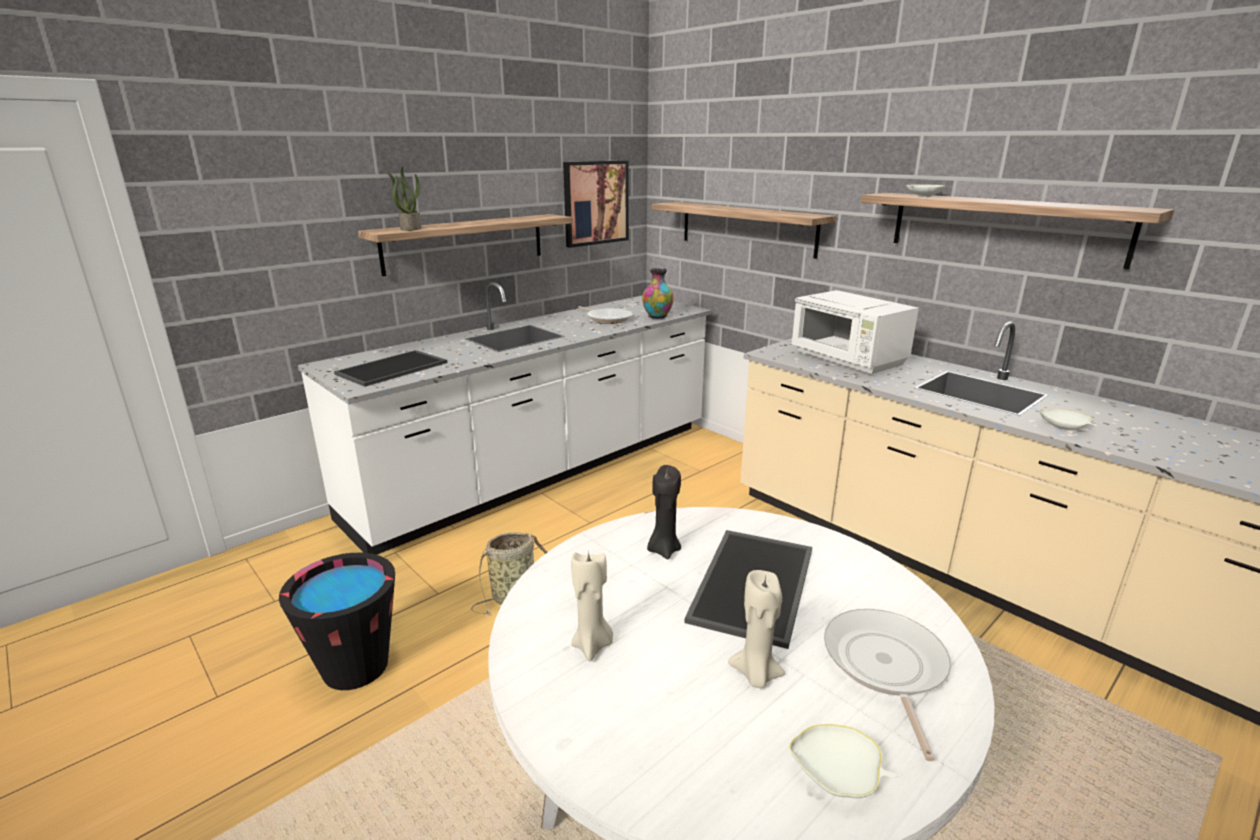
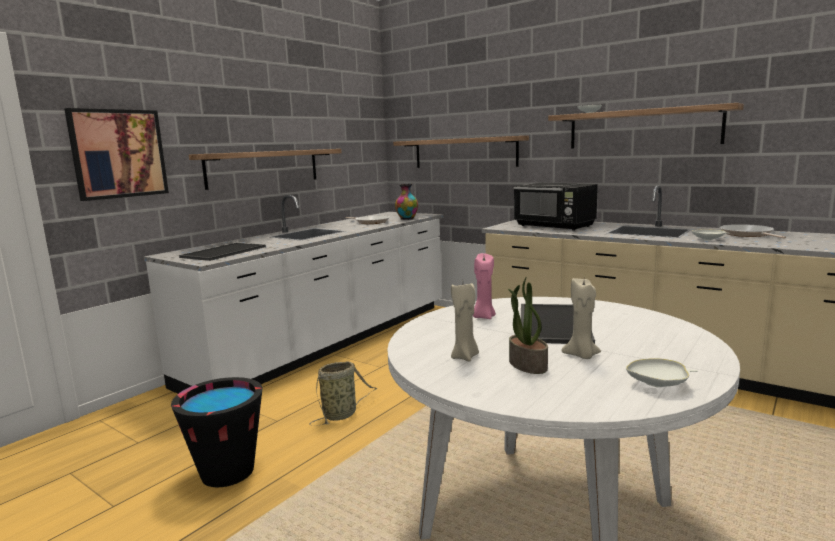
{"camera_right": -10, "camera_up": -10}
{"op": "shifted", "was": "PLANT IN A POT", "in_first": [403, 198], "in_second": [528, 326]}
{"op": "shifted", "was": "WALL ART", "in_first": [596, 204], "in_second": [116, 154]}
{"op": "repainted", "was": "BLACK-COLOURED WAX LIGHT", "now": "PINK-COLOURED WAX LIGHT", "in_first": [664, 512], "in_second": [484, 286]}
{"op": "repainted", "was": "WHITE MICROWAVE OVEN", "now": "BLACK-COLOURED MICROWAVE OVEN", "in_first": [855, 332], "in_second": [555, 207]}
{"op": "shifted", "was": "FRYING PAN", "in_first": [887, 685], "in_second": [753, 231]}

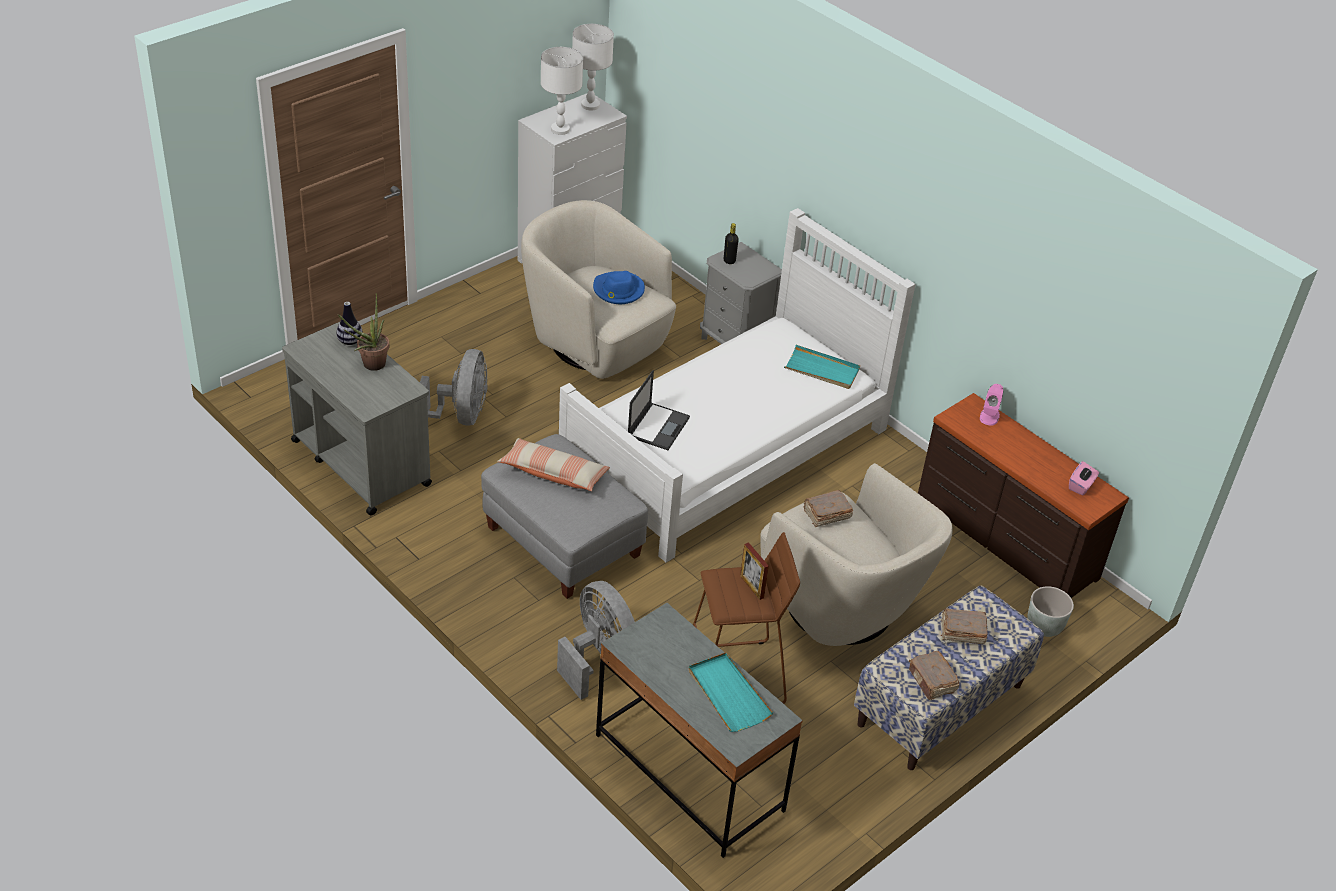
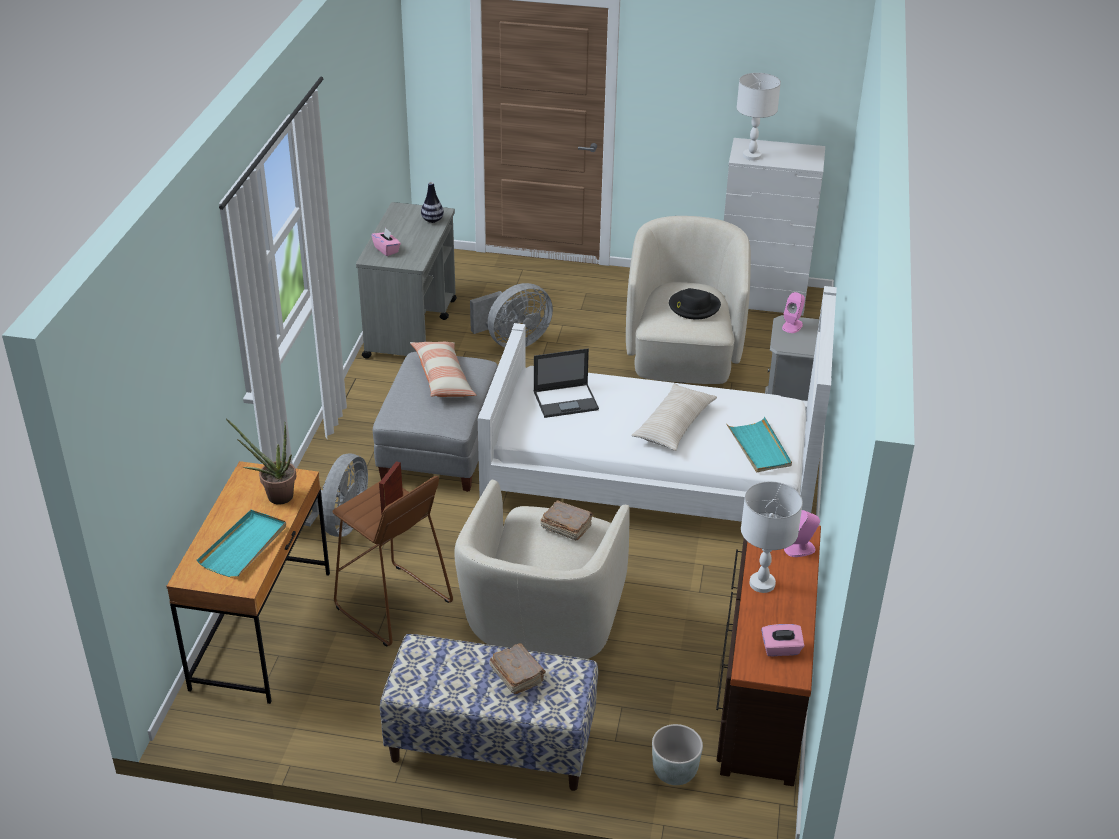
{"camera_right": 55, "camera_up": -5}
{"op": "shifted", "was": "PLANT IN A POT", "in_first": [364, 332], "in_second": [261, 461]}
{"op": "shifted", "was": "WHITE LAMP FOR A TABLE", "in_first": [593, 67], "in_second": [772, 537]}
{"op": "repainted", "was": "BLUISH WEARABLE HAT", "now": "BLACK-COLOURED WEARABLE HAT", "in_first": [619, 287], "in_second": [695, 304]}
{"op": "repainted", "was": "GREY DESK TABLE", "now": "BROWN DESK TABLE", "in_first": [699, 730], "in_second": [248, 582]}
{"op": "swapped", "was": "BLACK-COLOURED DRINK BOTTLE", "now": "PINK-COLOURED SPEAKER", "in_first": [731, 243], "in_second": [793, 312]}
{"op": "gone", "was": "BROWN BOOK", "in_first": [934, 675]}
{"op": "new", "now": "PINK-COLOURED BOX OF TISSUES", "in_second": [386, 242]}
{"op": "new", "now": "SAND-COLOURED THROW PILLOW", "in_second": [674, 417]}

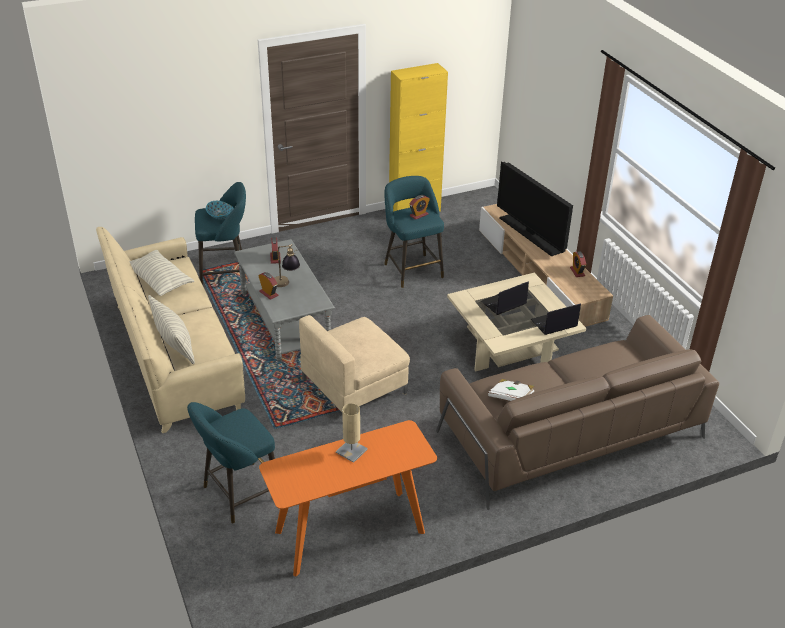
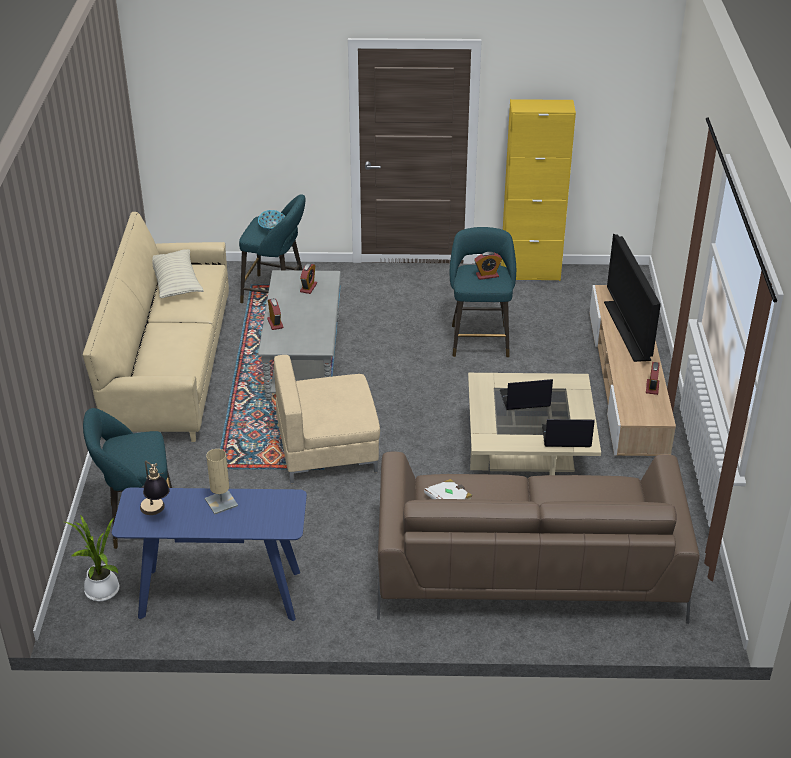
{"camera_right": 25, "camera_up": 0}
{"op": "gone", "was": "THROW PILLOW", "in_first": [171, 329]}
{"op": "repainted", "was": "ORANGEY CONSOLE TABLE", "now": "BLUISH CONSOLE TABLE", "in_first": [348, 498], "in_second": [209, 554]}
{"op": "shifted", "was": "LAMP FOR A TABLE", "in_first": [287, 265], "in_second": [155, 488]}
{"op": "new", "now": "PLANT IN A POT", "in_second": [92, 558]}

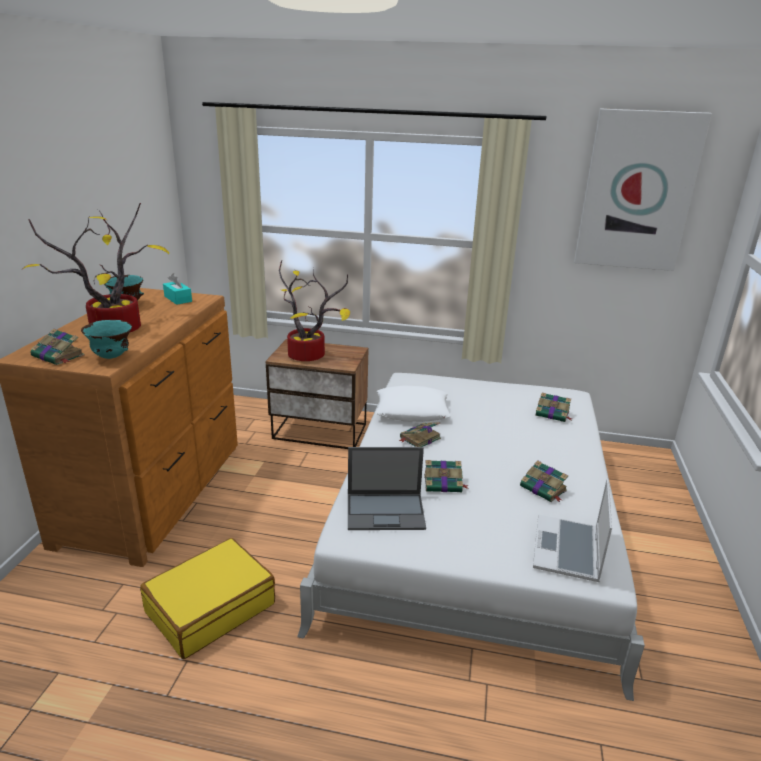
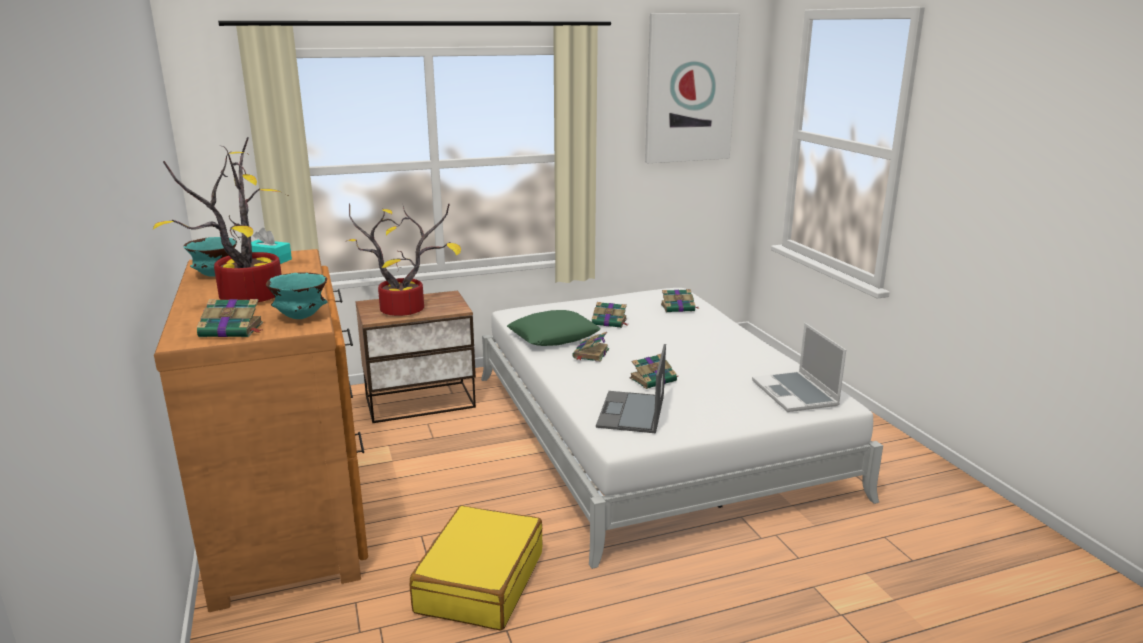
{"camera_right": -30, "camera_up": -5}
{"op": "rotated", "was": "PORTABLE COMPUTER", "in_first": [387, 488], "in_second": [631, 388], "clockwise": 135}
{"op": "repainted", "was": "WHITE THROW PILLOW", "now": "GREEN THROW PILLOW", "in_first": [413, 403], "in_second": [554, 328]}
{"op": "shifted", "was": "BOOK", "in_first": [544, 481], "in_second": [610, 315]}

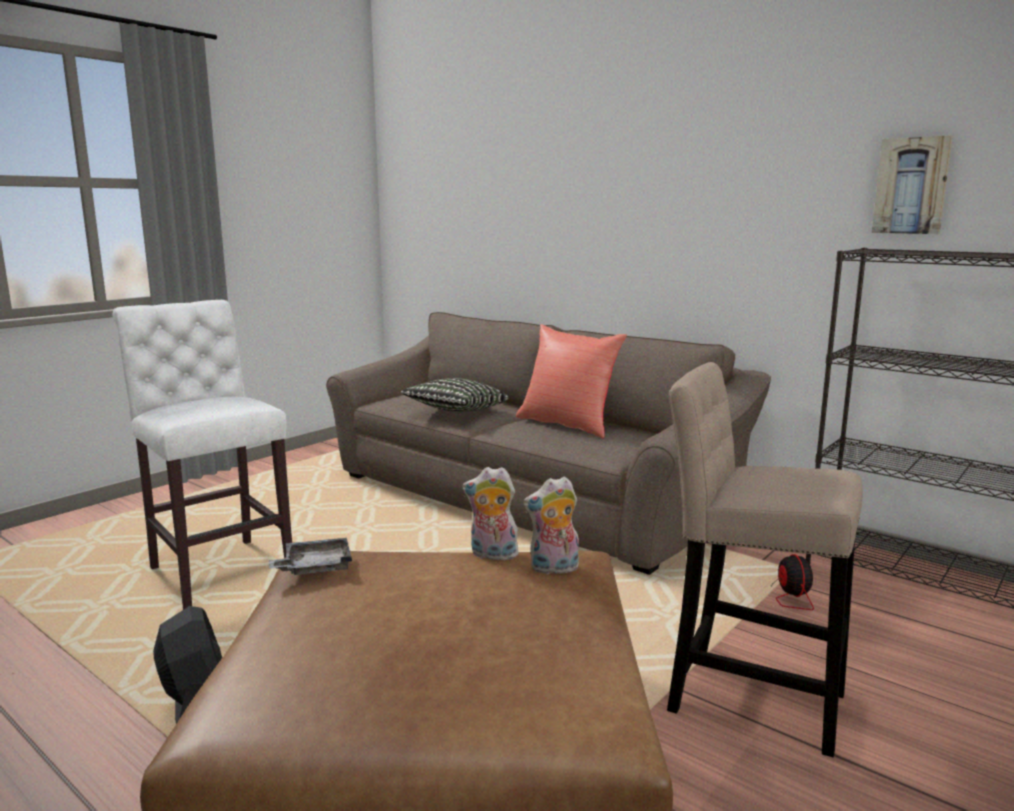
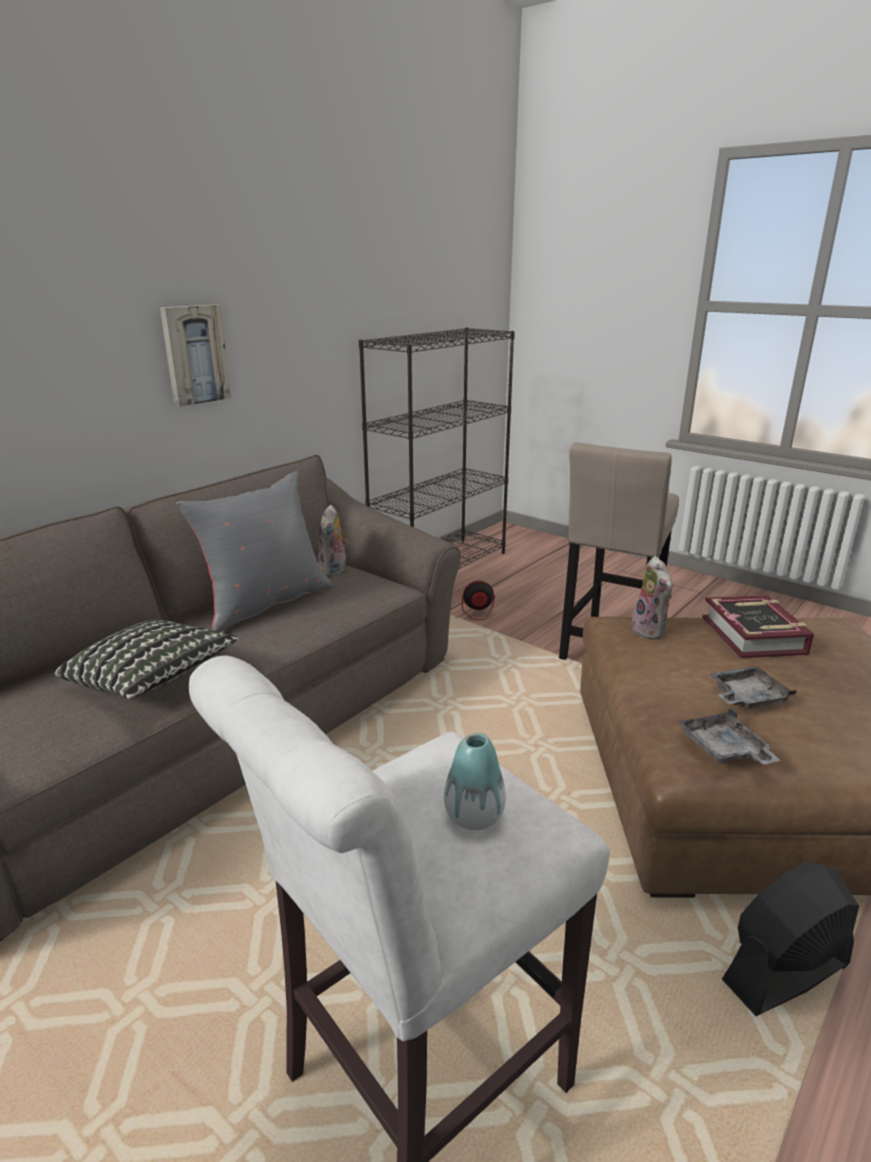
{"camera_right": -90, "camera_up": 10}
{"op": "shifted", "was": "CUDDLY TOY", "in_first": [491, 513], "in_second": [333, 541]}
{"op": "repainted", "was": "RED-COLOURED THROW PILLOW", "now": "GREY THROW PILLOW", "in_first": [571, 381], "in_second": [254, 551]}
{"op": "shifted", "was": "WALL ART", "in_first": [912, 184], "in_second": [195, 355]}
{"op": "new", "now": "DECORATIVE VASE", "in_second": [475, 781]}
{"op": "new", "now": "BOOK", "in_second": [758, 626]}
{"op": "new", "now": "GREY SERVING TRAY", "in_second": [753, 687]}

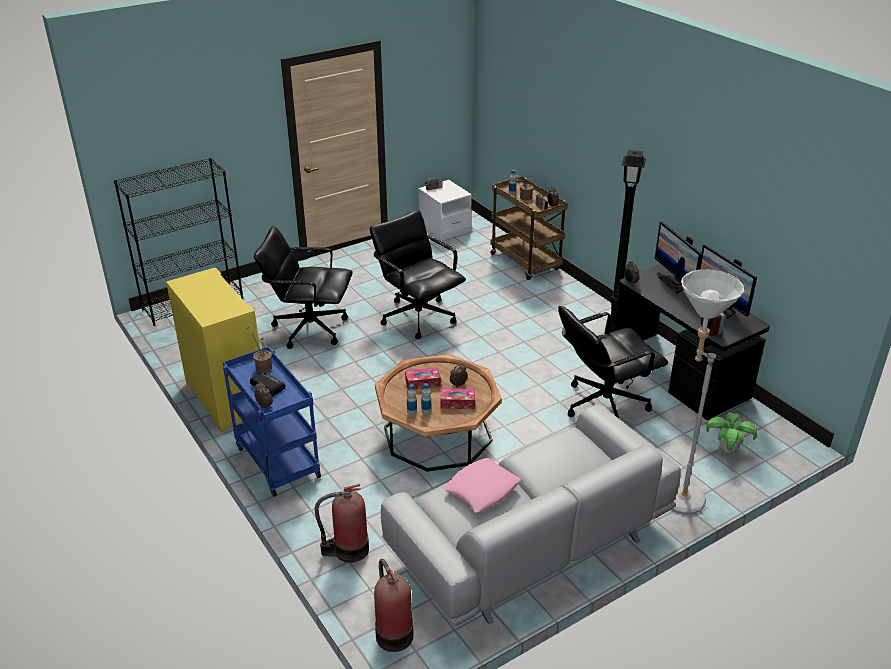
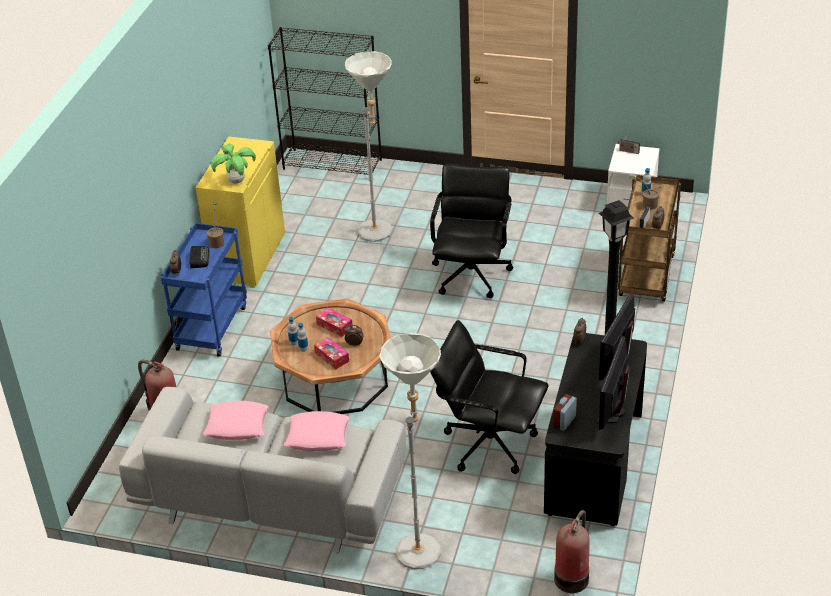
{"camera_right": 50, "camera_up": 5}
{"op": "swapped", "was": "BLACK-COLOURED COMPUTER CHAIR", "now": "GREY FLOOR LAMP", "in_first": [303, 287], "in_second": [368, 146]}
{"op": "shifted", "was": "FIRE EXTINGUISHER", "in_first": [393, 605], "in_second": [572, 551]}
{"op": "shifted", "was": "PLANT IN A POT", "in_first": [731, 433], "in_second": [233, 163]}
{"op": "new", "now": "PINK-COLOURED THROW PILLOW", "in_second": [317, 431]}

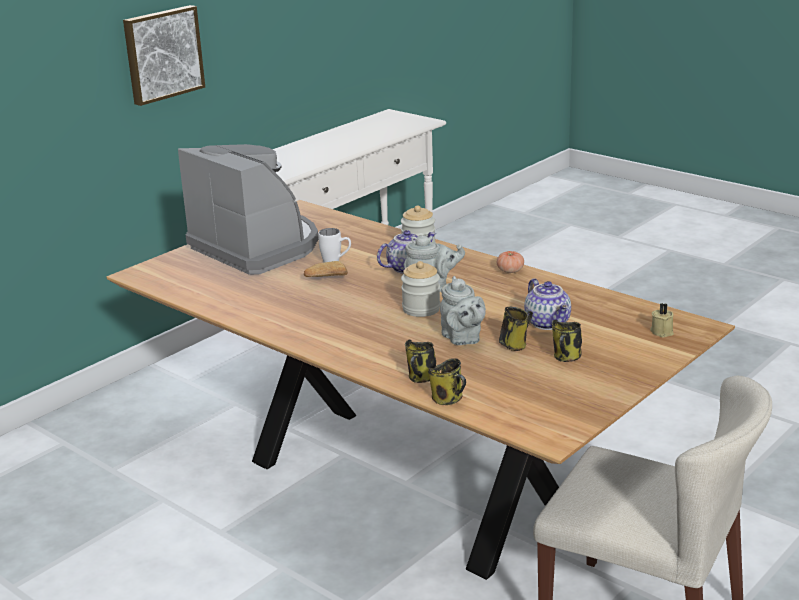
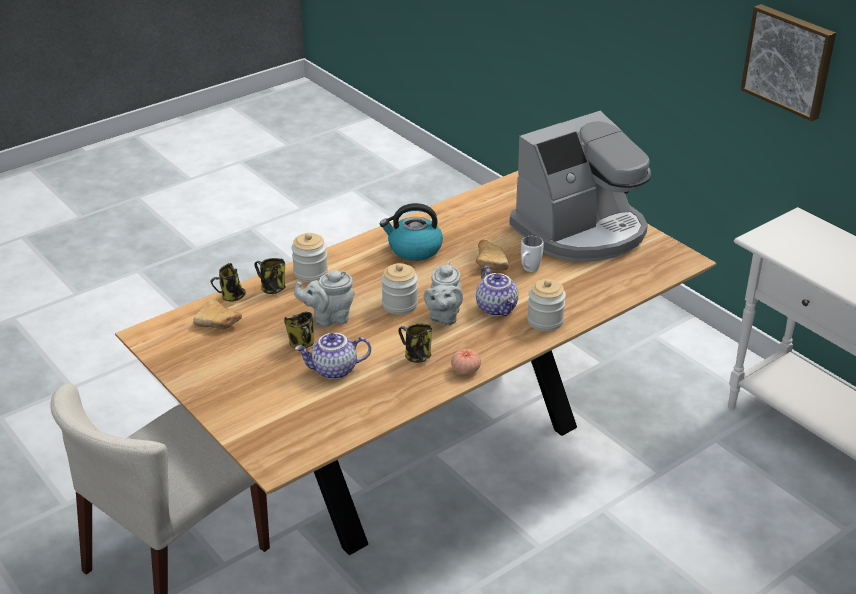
{"camera_right": 100, "camera_up": 10}
{"op": "shifted", "was": "TEA MUG", "in_first": [567, 341], "in_second": [415, 343]}
{"op": "gone", "was": "SAND-COLOURED WAX LIGHT", "in_first": [662, 320]}
{"op": "new", "now": "BAKED BREAD", "in_second": [217, 314]}
{"op": "new", "now": "JAR", "in_second": [309, 257]}
{"op": "new", "now": "TEA KETTLE", "in_second": [411, 232]}

